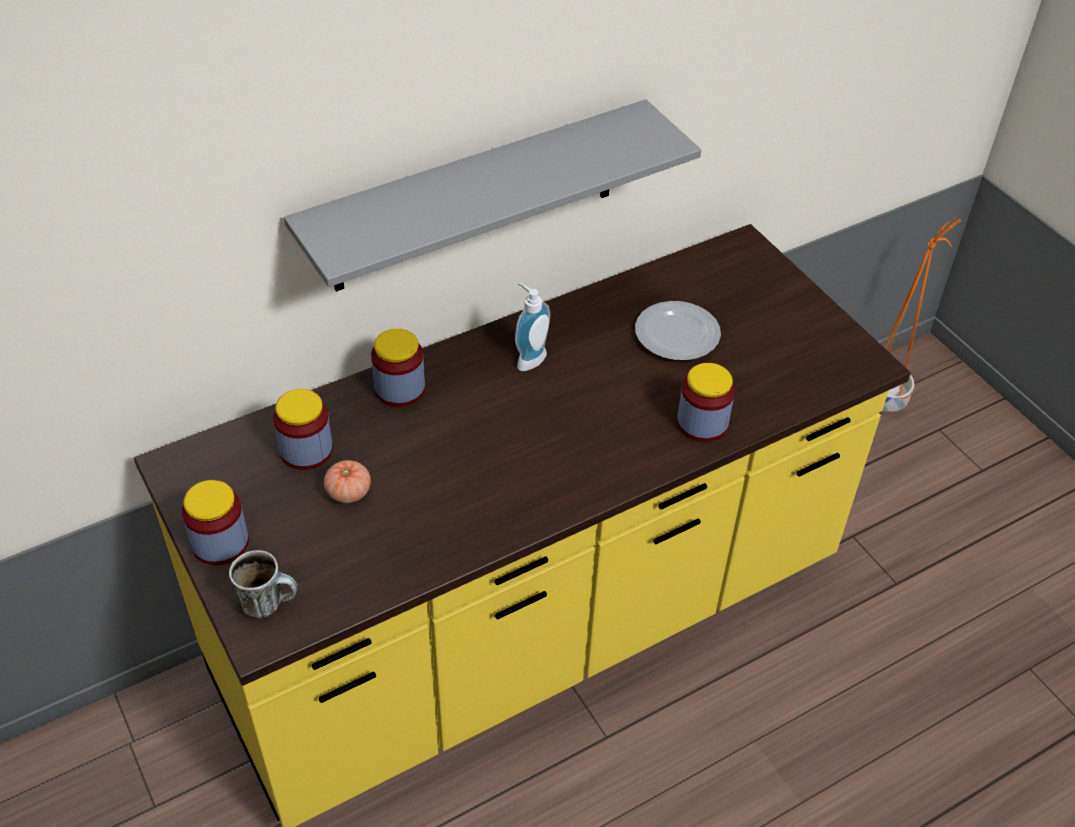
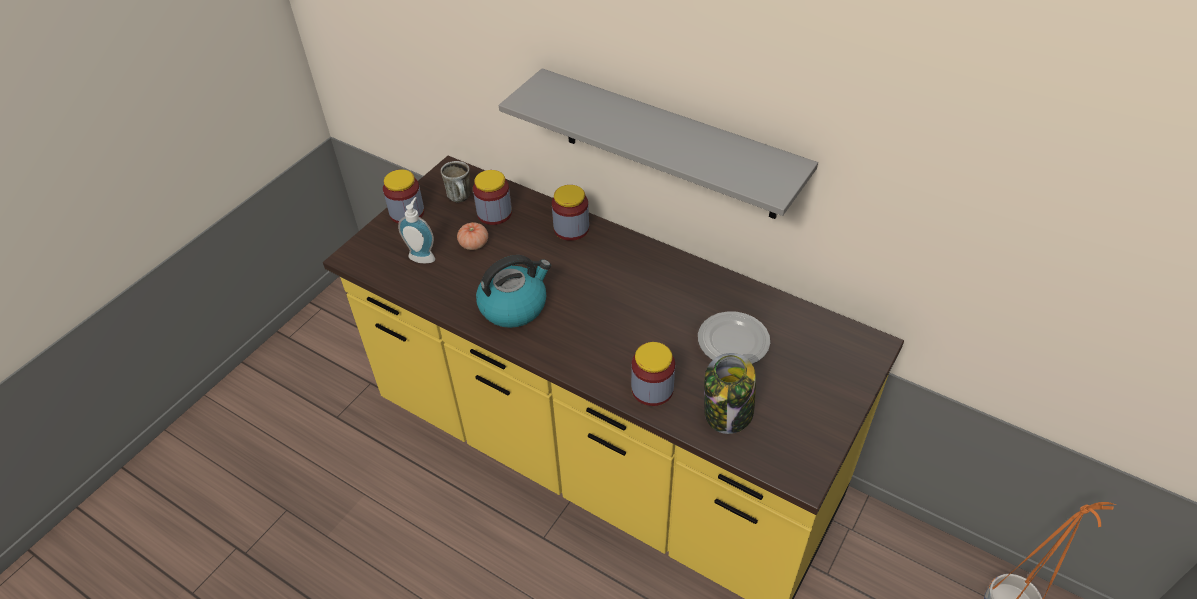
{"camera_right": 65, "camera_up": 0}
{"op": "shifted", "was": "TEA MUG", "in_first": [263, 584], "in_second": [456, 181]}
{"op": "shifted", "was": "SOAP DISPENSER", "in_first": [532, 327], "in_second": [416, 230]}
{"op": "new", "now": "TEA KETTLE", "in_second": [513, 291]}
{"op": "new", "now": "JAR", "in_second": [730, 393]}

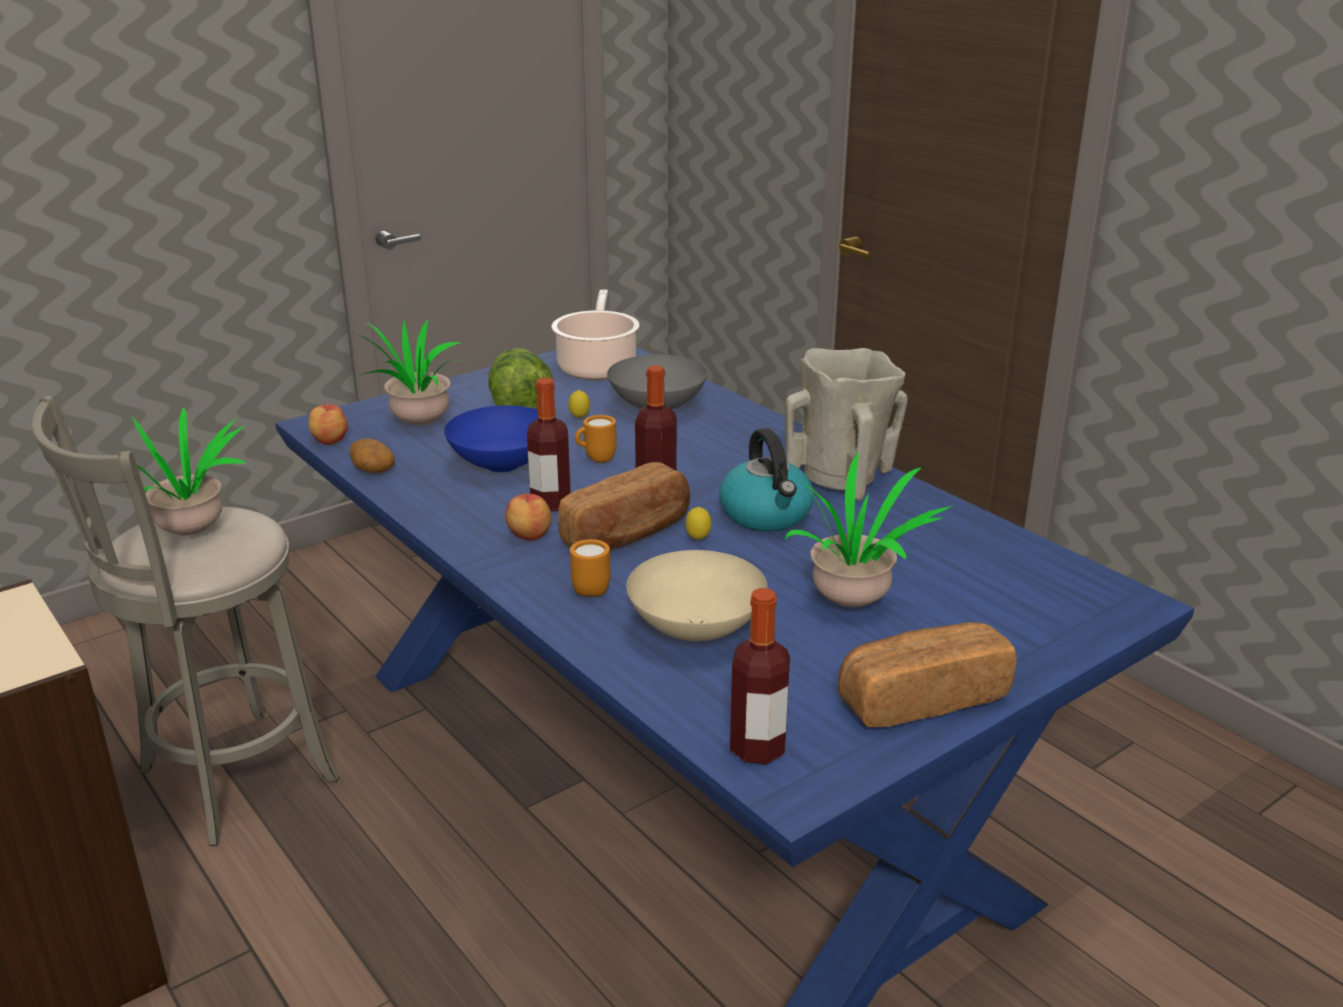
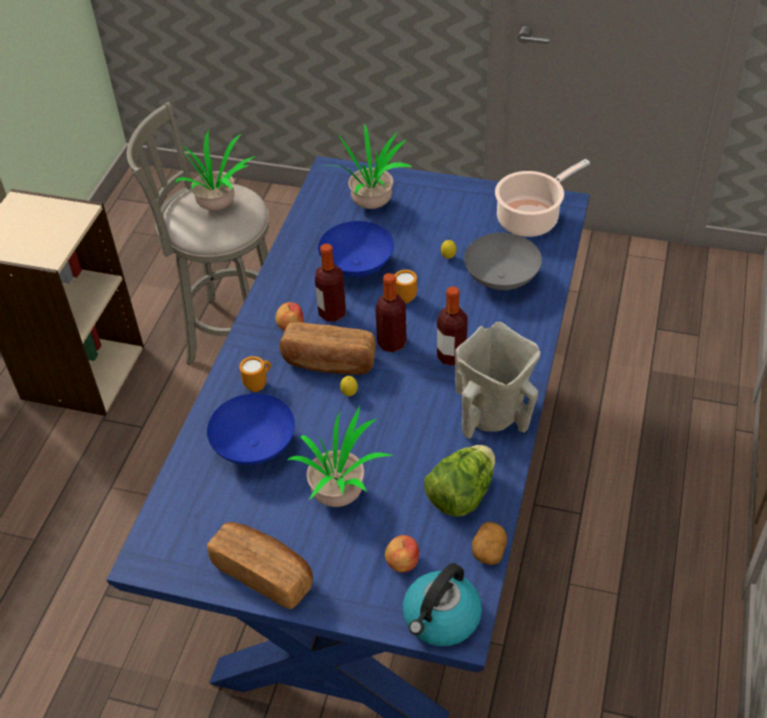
{"camera_right": 55, "camera_up": 20}
{"op": "shifted", "was": "APPLE", "in_first": [328, 423], "in_second": [402, 554]}
{"op": "shifted", "was": "WHOLE POTATO", "in_first": [372, 456], "in_second": [489, 543]}
{"op": "shifted", "was": "HEAD OF LETTUCE", "in_first": [520, 379], "in_second": [459, 481]}
{"op": "repainted", "was": "SAND-COLOURED SERVING BOWL", "now": "BLUISH SERVING BOWL", "in_first": [696, 595], "in_second": [251, 429]}
{"op": "shifted", "was": "TEA KETTLE", "in_first": [766, 479], "in_second": [442, 604]}
{"op": "shifted", "was": "DRINK BOTTLE", "in_first": [760, 676], "in_second": [452, 326]}

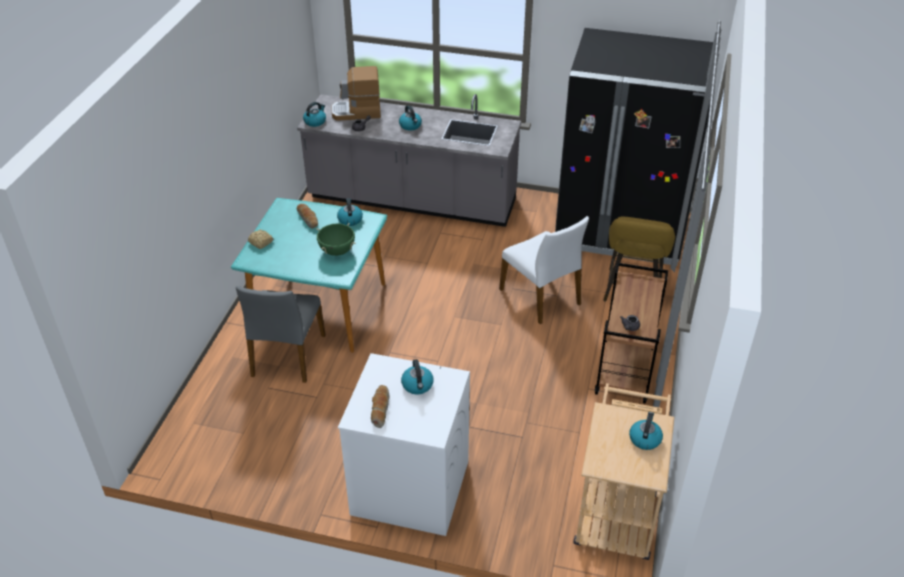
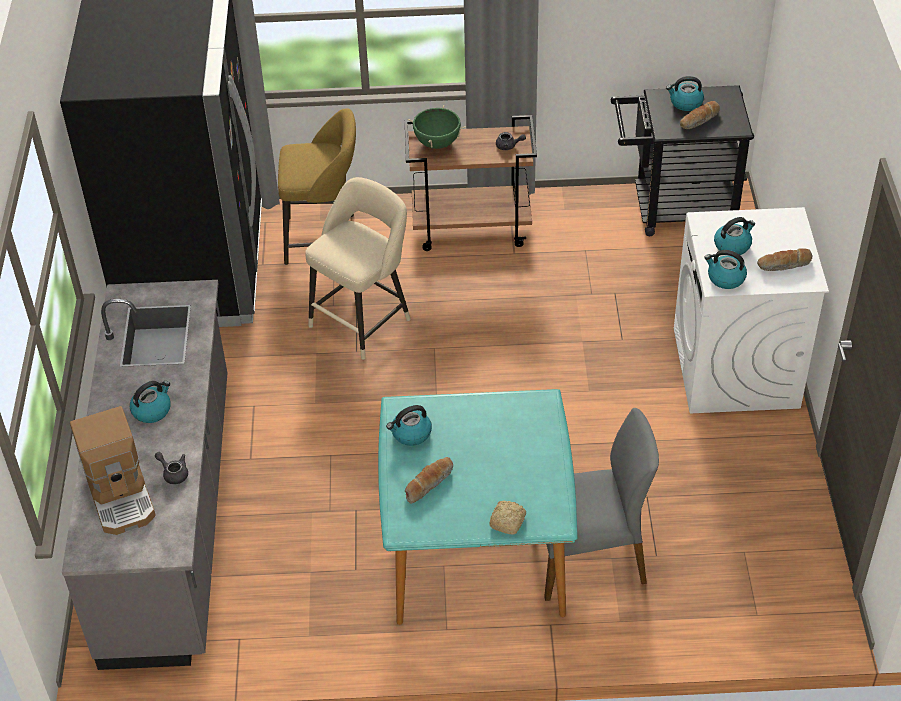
{"camera_right": -105, "camera_up": 5}
{"op": "shifted", "was": "TEA KETTLE", "in_first": [314, 114], "in_second": [725, 269]}
{"op": "shifted", "was": "GREEN STOCKPOT", "in_first": [335, 239], "in_second": [437, 127]}
{"op": "swapped", "was": "WHITE CHAIR", "now": "SAND-COLOURED STOOL", "in_first": [544, 270], "in_second": [358, 268]}
{"op": "repainted", "was": "SAND-COLOURED WHEELED CART", "now": "BLACK-COLOURED WHEELED CART", "in_first": [623, 471], "in_second": [682, 160]}
{"op": "new", "now": "BAKED BREAD", "in_second": [700, 115]}

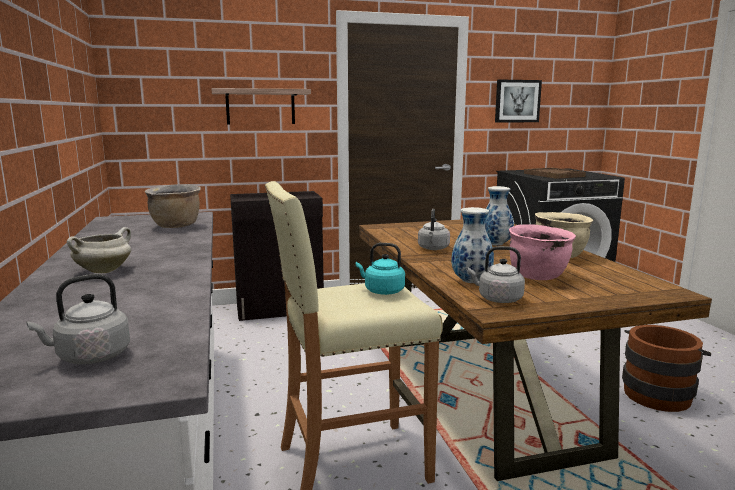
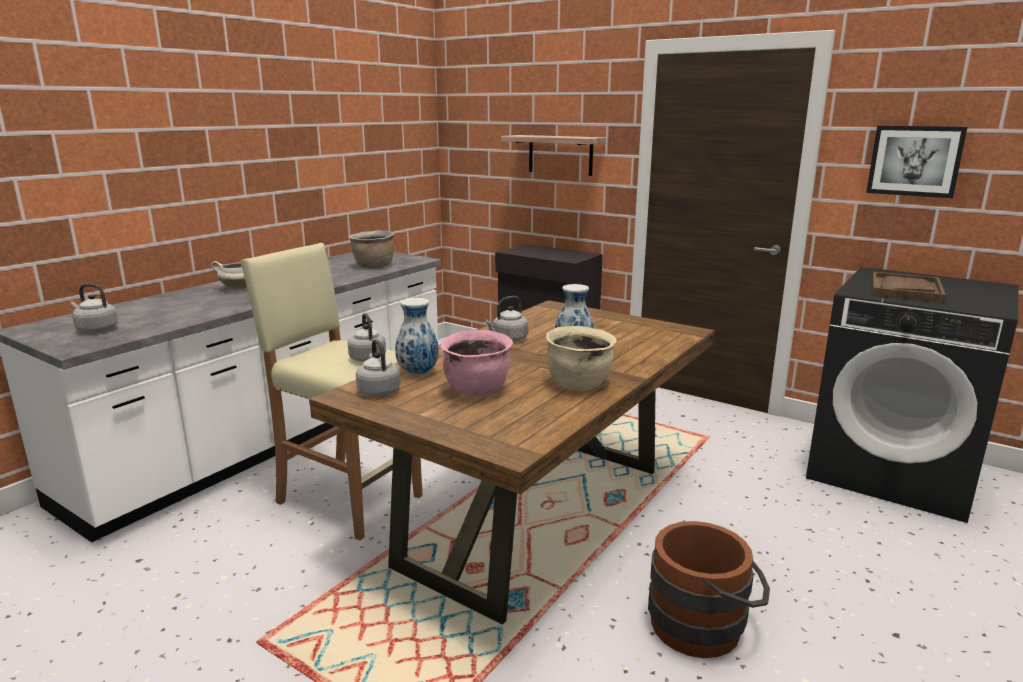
{"camera_right": 50, "camera_up": 5}
{"op": "repainted", "was": "TURQUOISE TEA KETTLE", "now": "GREY TEA KETTLE", "in_first": [380, 269], "in_second": [367, 337]}

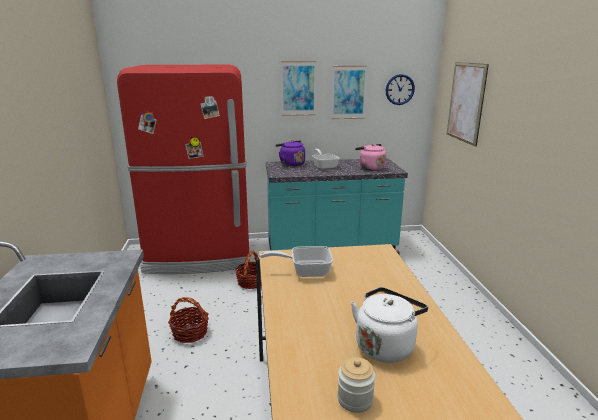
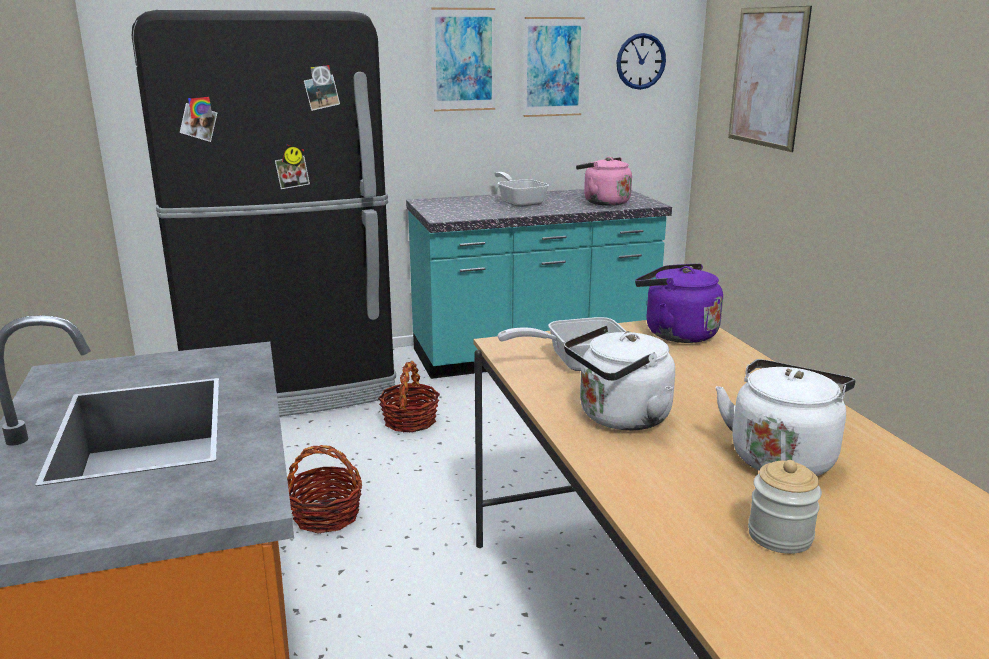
{"camera_right": -10, "camera_up": 0}
{"op": "repainted", "was": "RED-COLOURED FRIDGE", "now": "BLACK-COLOURED FRIDGE", "in_first": [183, 169], "in_second": [264, 213]}
{"op": "shifted", "was": "PURPLE TEA KETTLE", "in_first": [290, 153], "in_second": [679, 303]}
{"op": "new", "now": "WHITE TEA KETTLE", "in_second": [619, 378]}

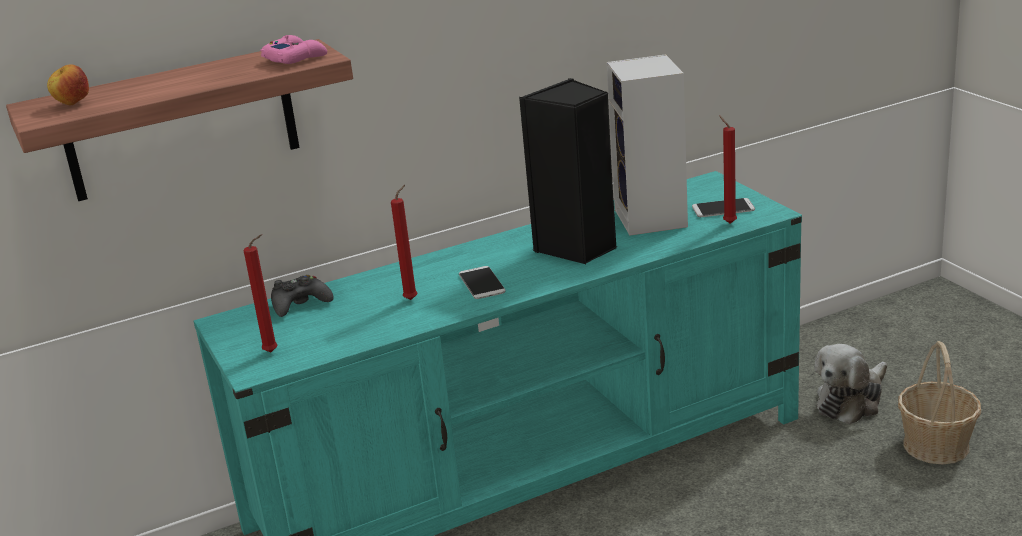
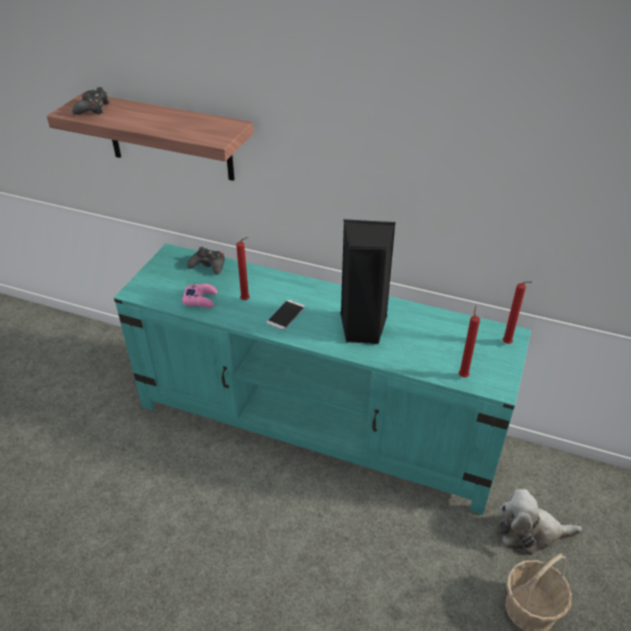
{"camera_right": 45, "camera_up": 15}
{"op": "swapped", "was": "APPLE", "now": "BLACK-COLOURED GAMEPAD", "in_first": [68, 85], "in_second": [91, 101]}
{"op": "shifted", "was": "RED-COLOURED WAX LIGHT", "in_first": [260, 293], "in_second": [517, 312]}
{"op": "shifted", "was": "PINK-COLOURED GAMEPAD", "in_first": [293, 49], "in_second": [199, 296]}
{"op": "gone", "was": "SPEAKER", "in_first": [647, 145]}
{"op": "gone", "was": "HANDSET", "in_first": [723, 207]}

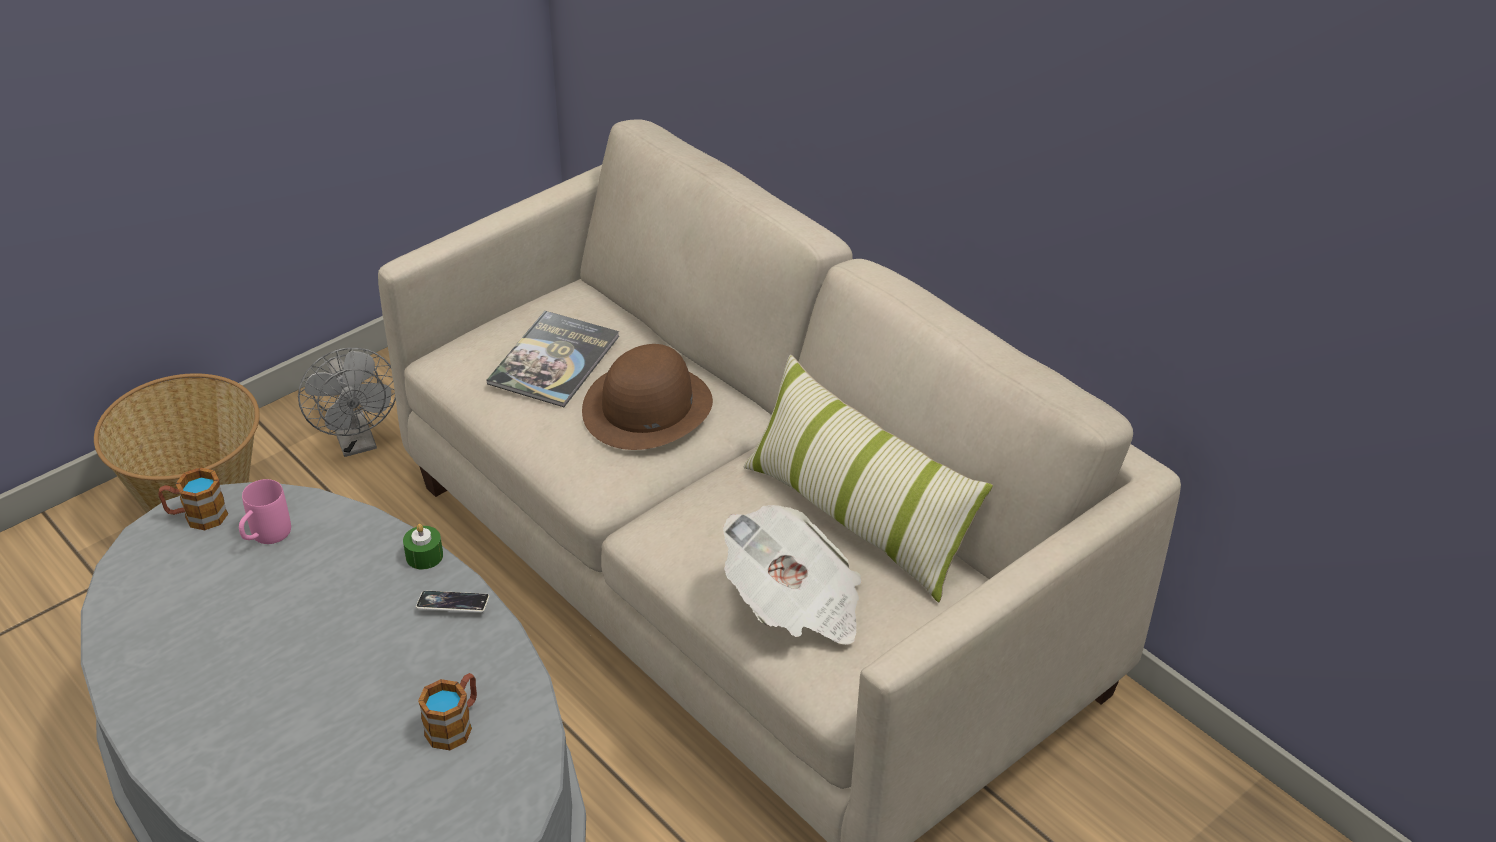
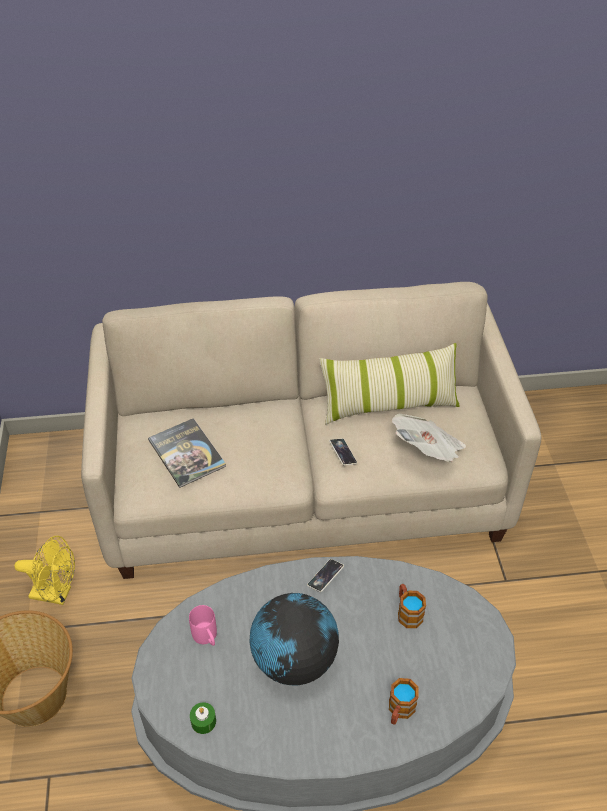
{"camera_right": -55, "camera_up": 5}
{"op": "shifted", "was": "TEA MUG", "in_first": [193, 498], "in_second": [404, 701]}
{"op": "repainted", "was": "GREY COOLING FAN", "now": "YELLOW COOLING FAN", "in_first": [347, 402], "in_second": [45, 570]}
{"op": "shifted", "was": "GREEN WAX LIGHT", "in_first": [423, 547], "in_second": [203, 718]}
{"op": "gone", "was": "BROWN WEARABLE HAT", "in_first": [647, 397]}
{"op": "new", "now": "DESK GLOBE", "in_second": [294, 639]}
{"op": "new", "now": "HANDSET", "in_second": [343, 452]}

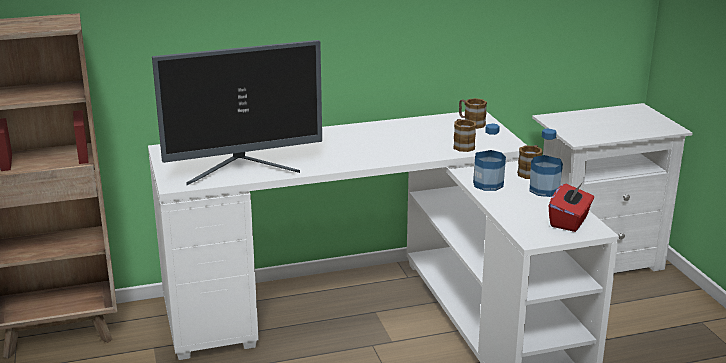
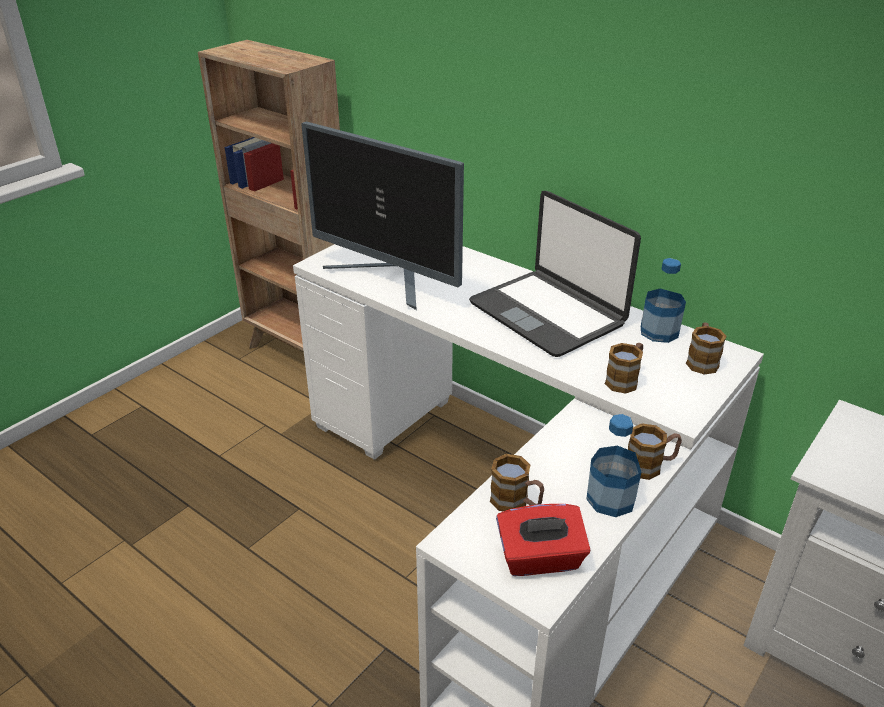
{"camera_right": 55, "camera_up": 10}
{"op": "shifted", "was": "DRINK BOTTLE", "in_first": [489, 157], "in_second": [663, 300]}
{"op": "new", "now": "PORTABLE COMPUTER", "in_second": [555, 274]}
{"op": "new", "now": "TEA MUG", "in_second": [517, 483]}

